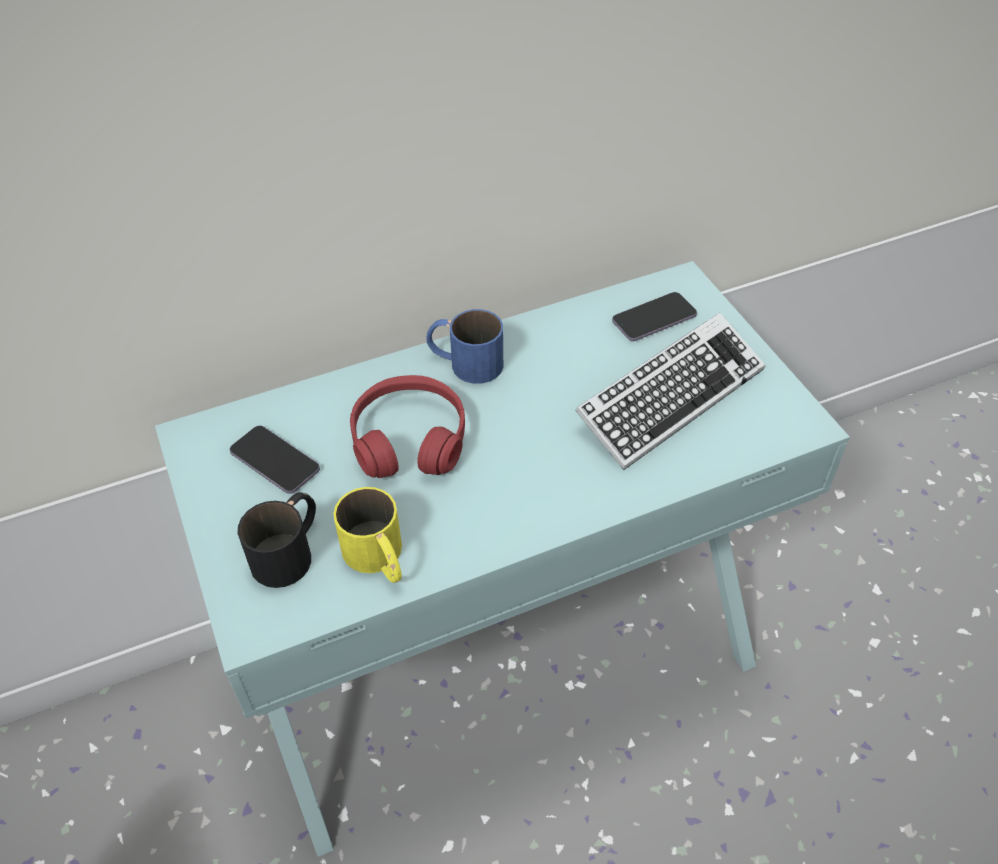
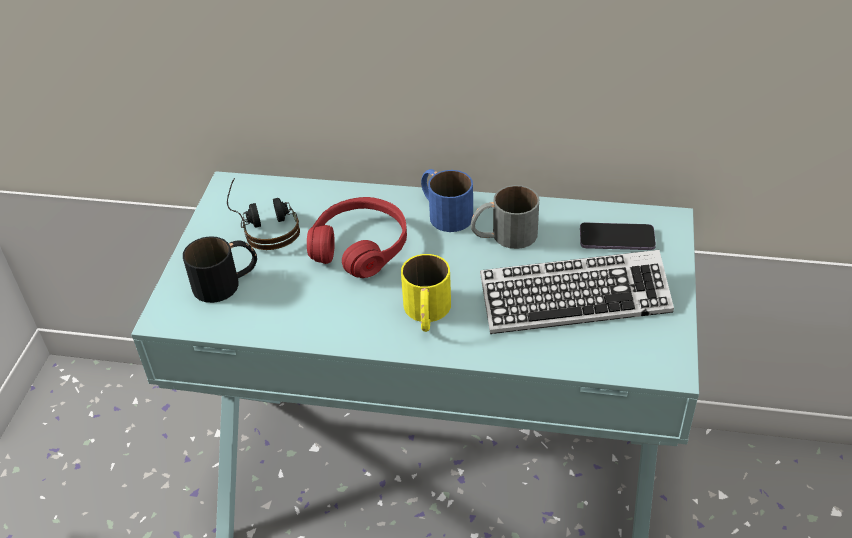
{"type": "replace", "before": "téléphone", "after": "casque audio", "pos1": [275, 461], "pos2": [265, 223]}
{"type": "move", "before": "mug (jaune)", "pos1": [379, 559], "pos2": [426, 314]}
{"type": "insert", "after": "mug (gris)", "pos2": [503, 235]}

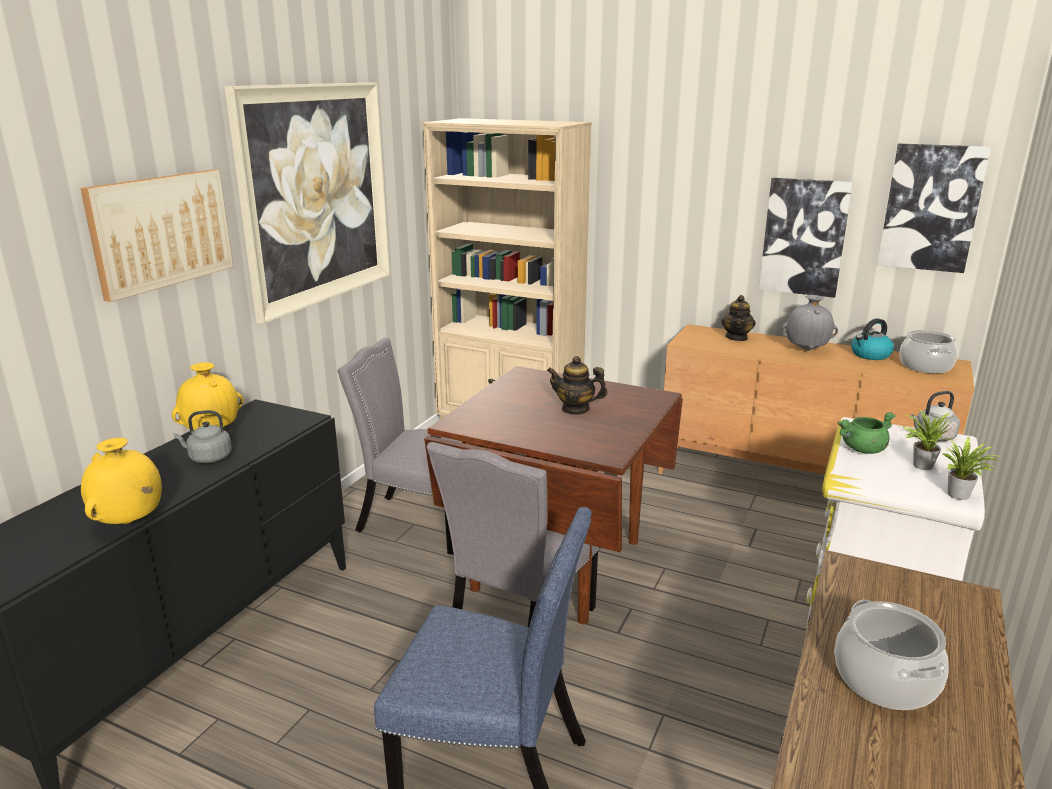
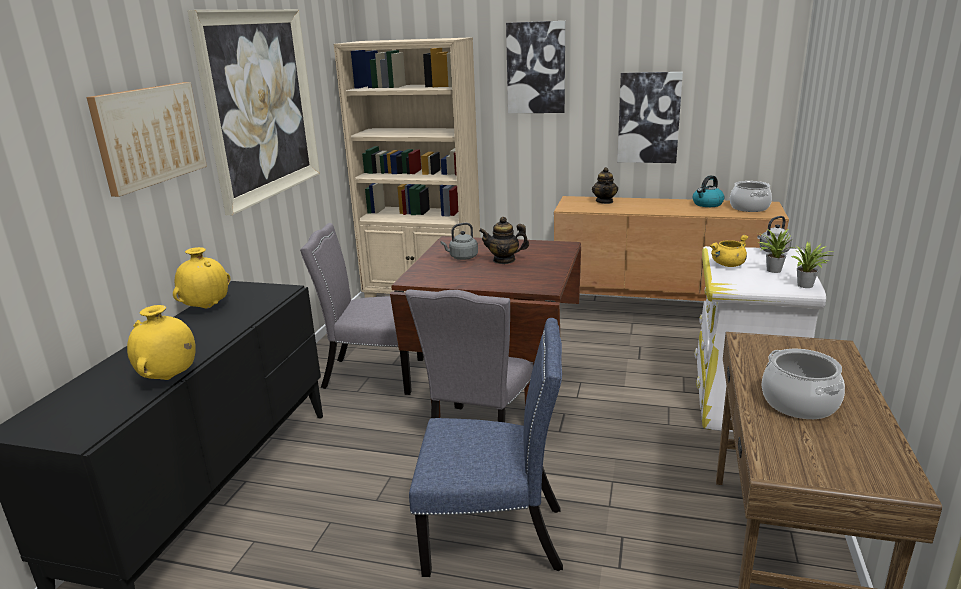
{"type": "move", "before": "bouilloire (gris)", "pos1": [208, 458], "pos2": [462, 257]}
{"type": "move", "before": "tableau", "pos1": [931, 208], "pos2": [536, 68]}
{"type": "recolor", "before": "marmite (vert)", "after": "marmite (jaune)", "pos1": [863, 450], "pos2": [728, 265]}
{"type": "delete", "before": "vase (gris)", "pos1": [807, 350]}

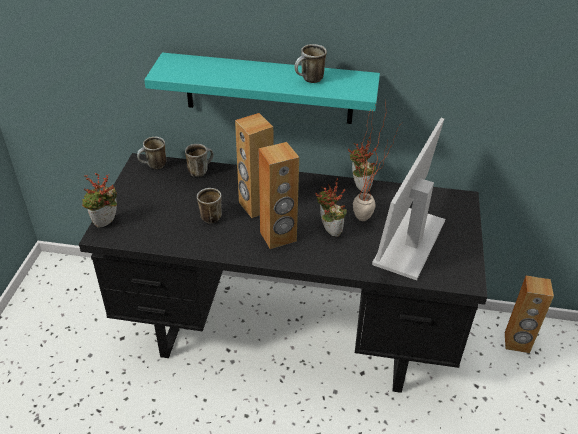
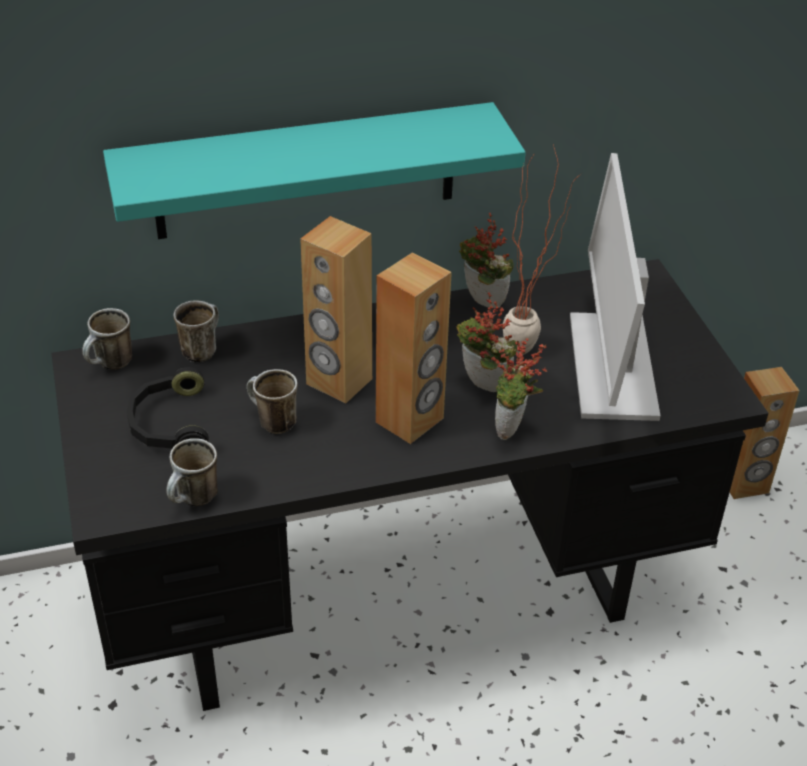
{"type": "insert", "after": "casque audio (noir)", "pos2": [168, 424]}
{"type": "move", "before": "mug", "pos1": [309, 80], "pos2": [194, 500]}
{"type": "move", "before": "plante en pot", "pos1": [106, 224], "pos2": [512, 431]}

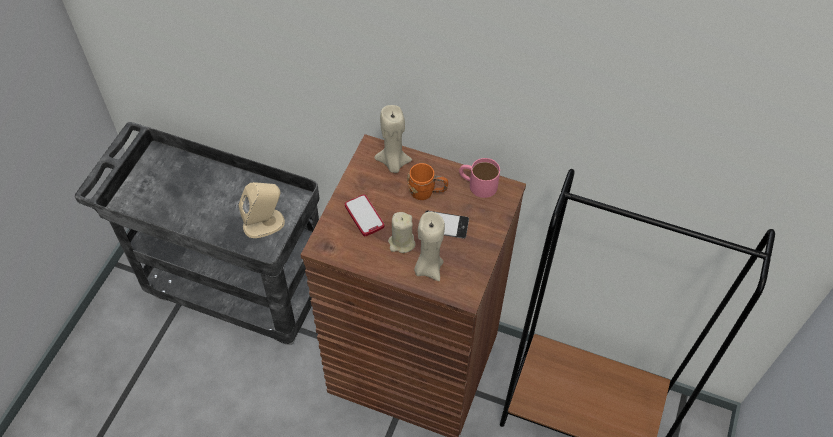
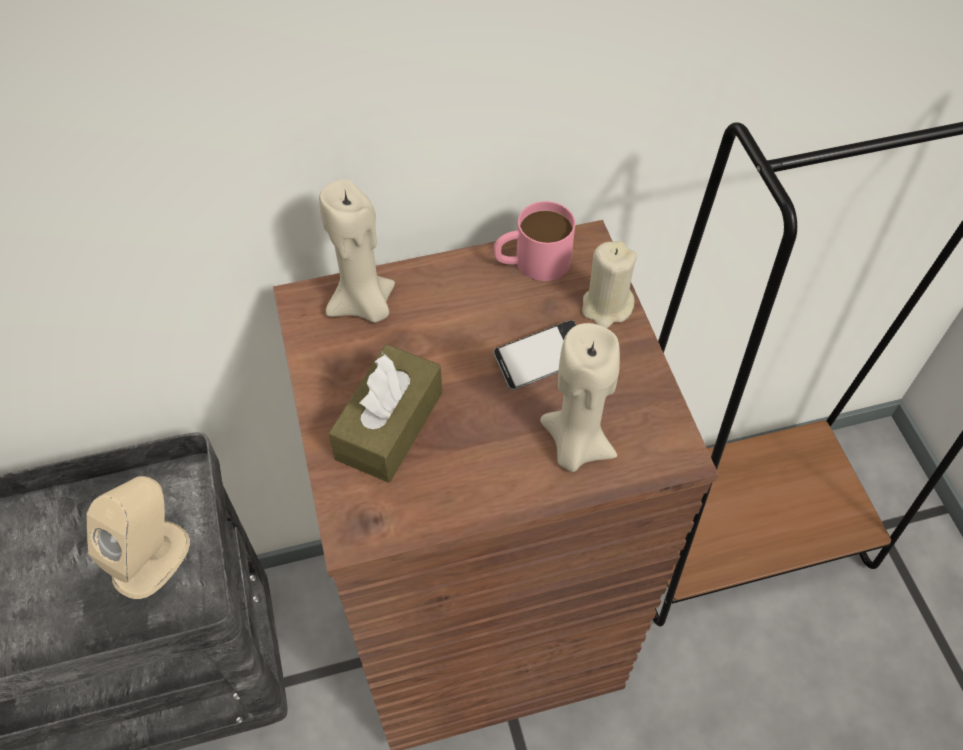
{"type": "replace", "before": "téléphone", "after": "boîte à mouchoirs (marron)", "pos1": [364, 216], "pos2": [389, 425]}
{"type": "move", "before": "bougie (beige)", "pos1": [401, 243], "pos2": [606, 307]}
{"type": "delete", "before": "mug (orange)", "pos1": [427, 192]}

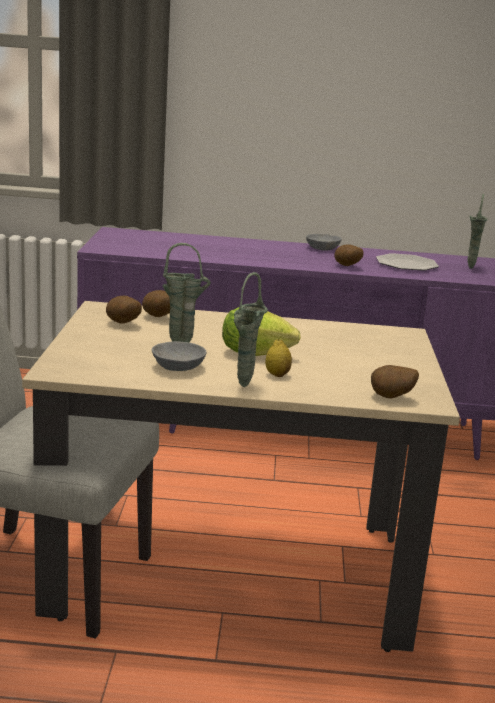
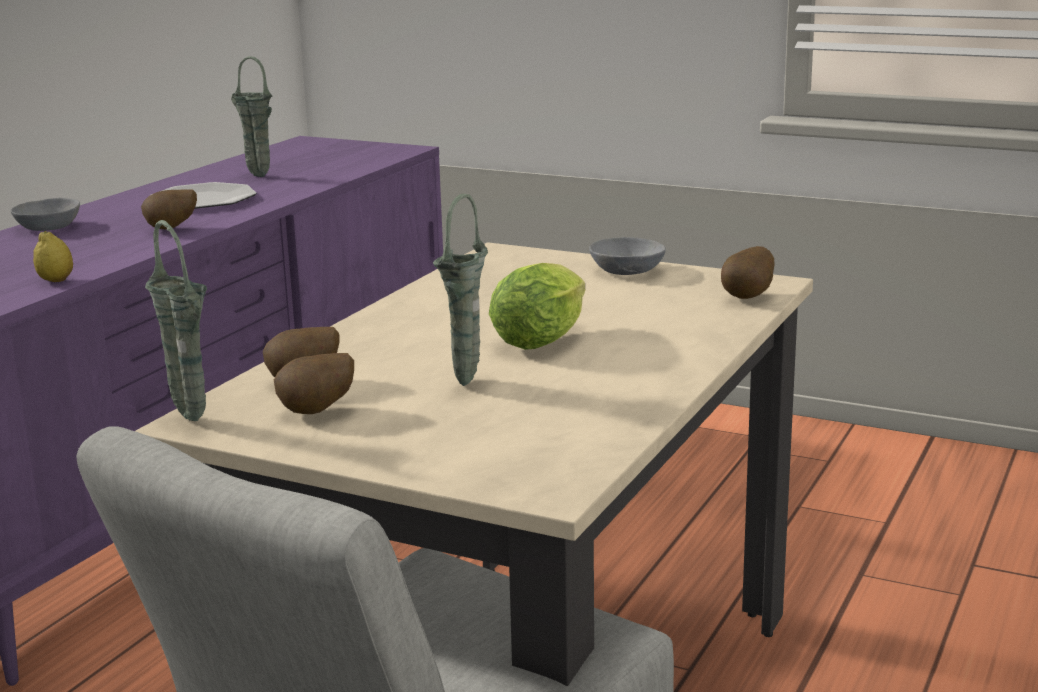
{"type": "move", "before": "citron", "pos1": [277, 375], "pos2": [56, 280]}
{"type": "move", "before": "vase (vert)", "pos1": [243, 386], "pos2": [194, 421]}
{"type": "move", "before": "bol (gris)", "pos1": [179, 367], "pos2": [629, 270]}

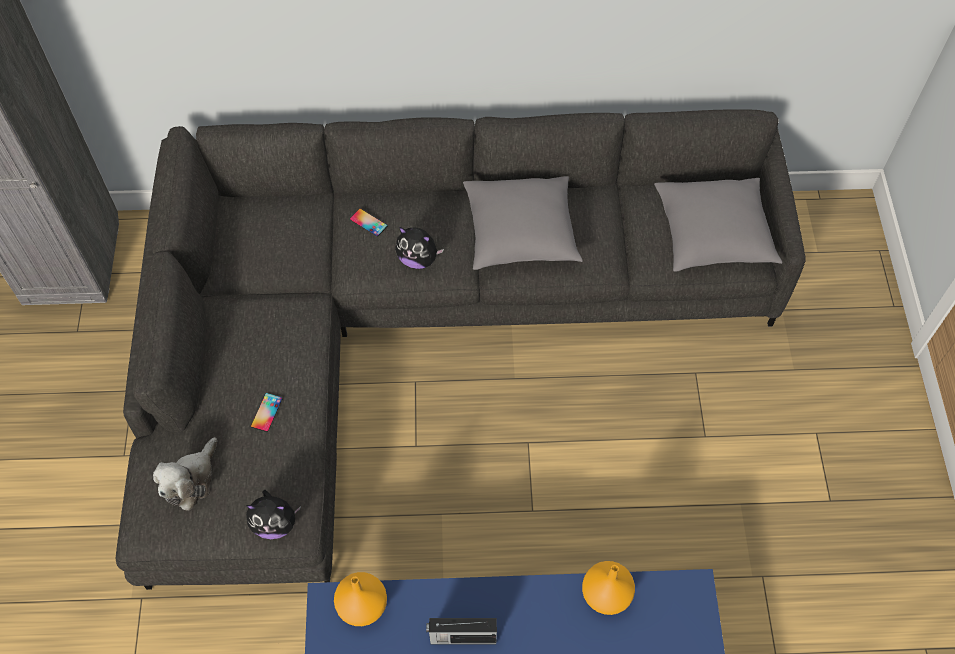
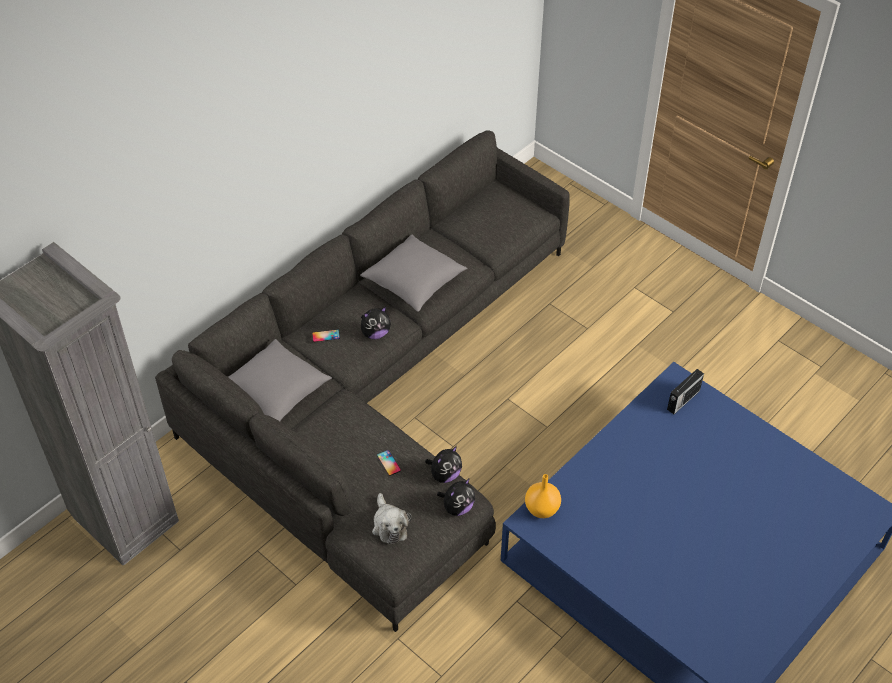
{"type": "move", "before": "coussin (gris)", "pos1": [712, 237], "pos2": [276, 393]}
{"type": "insert", "after": "peluche", "pos2": [445, 475]}
{"type": "move", "before": "radio", "pos1": [462, 637], "pos2": [682, 400]}
{"type": "delete", "before": "vase (orange)", "pos1": [606, 594]}

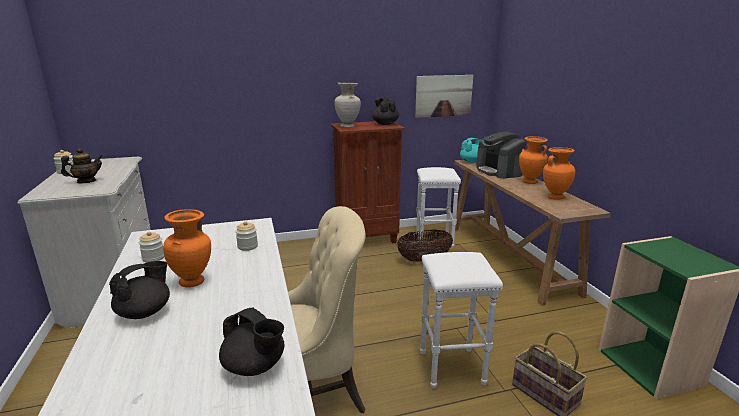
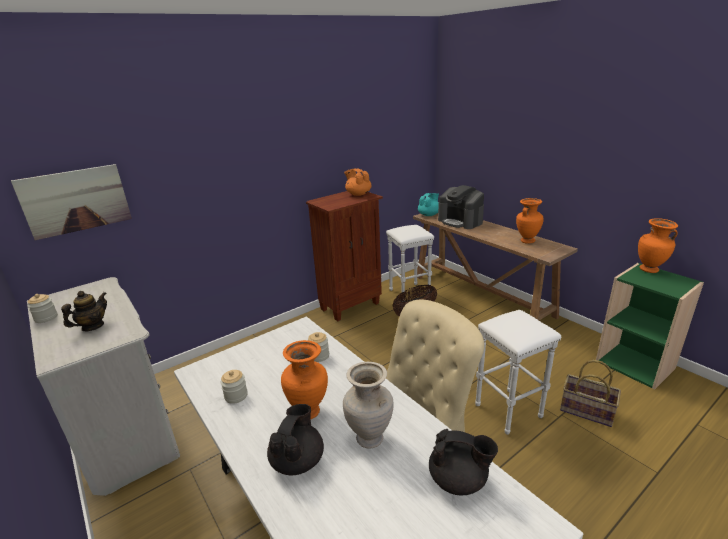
{"type": "move", "before": "tableau", "pos1": [443, 96], "pos2": [76, 200]}
{"type": "move", "before": "vase (beige)", "pos1": [348, 127], "pos2": [370, 438]}
{"type": "recolor", "before": "théière (noir)", "after": "théière (orange)", "pos1": [385, 124], "pos2": [358, 194]}
{"type": "move", "before": "vase (orange)", "pos1": [529, 182], "pos2": [649, 270]}

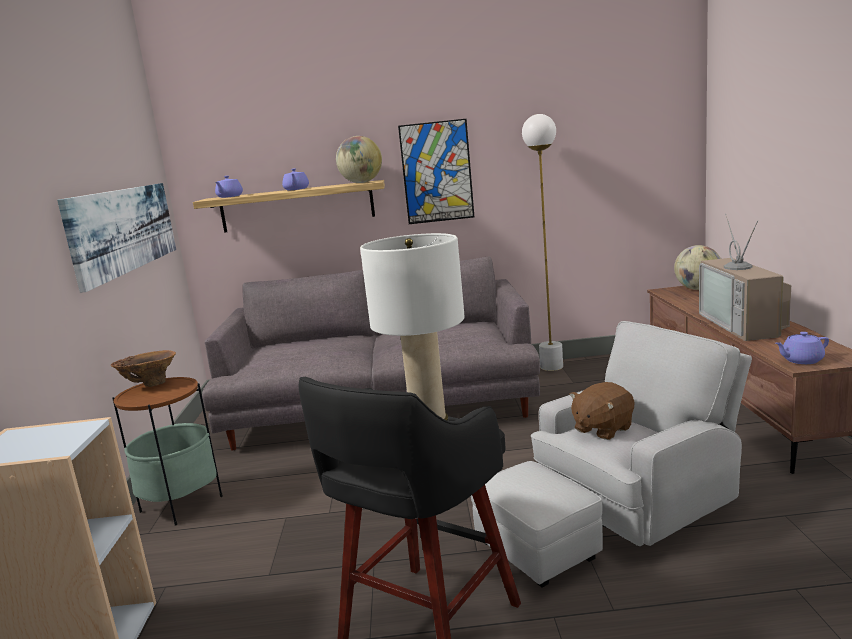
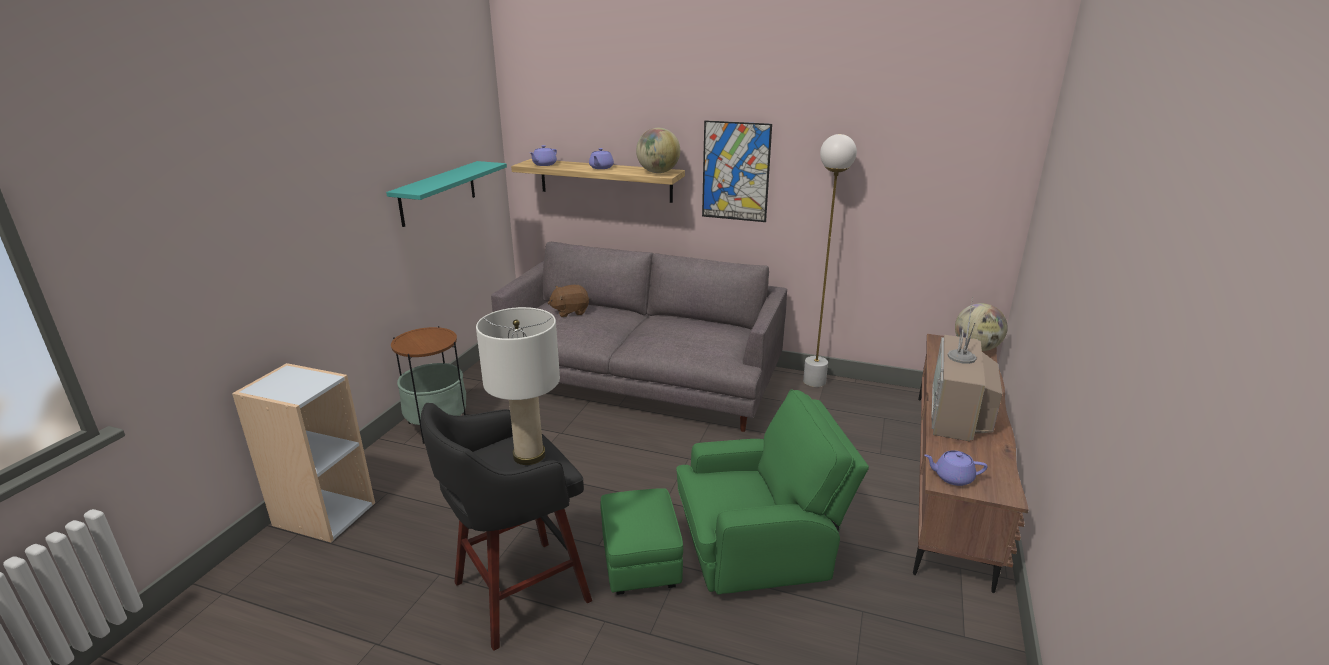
{"type": "replace", "before": "tableau", "after": "étagère (turquoise)", "pos1": [125, 229], "pos2": [438, 193]}
{"type": "move", "before": "peluche (marron)", "pos1": [602, 429], "pos2": [570, 311]}
{"type": "recolor", "before": "fauteuil (blanc)", "after": "fauteuil (vert)", "pos1": [616, 510], "pos2": [731, 551]}
{"type": "delete", "before": "vase (marron)", "pos1": [149, 384]}

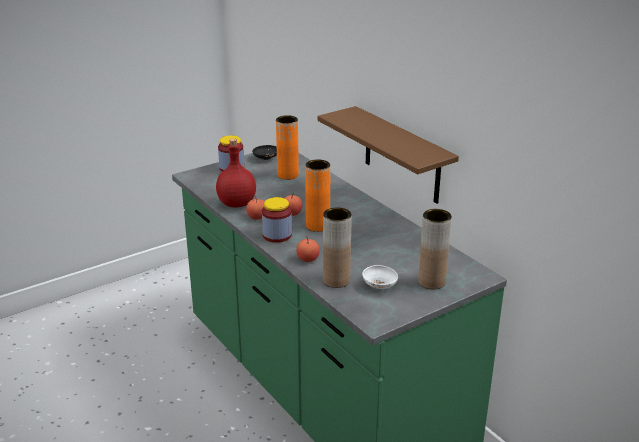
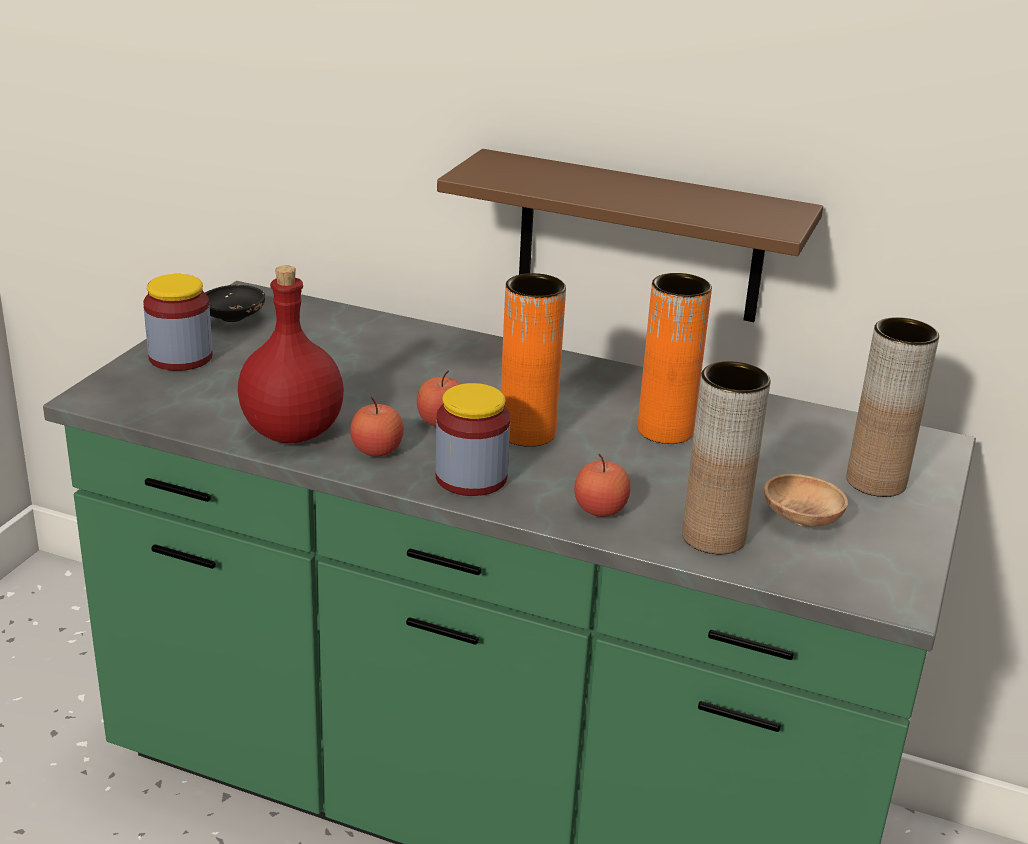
{"type": "move", "before": "vase (orange)", "pos1": [288, 175], "pos2": [665, 430]}
{"type": "recolor", "before": "bol (blanc)", "after": "bol (marron)", "pos1": [379, 285], "pos2": [801, 519]}

